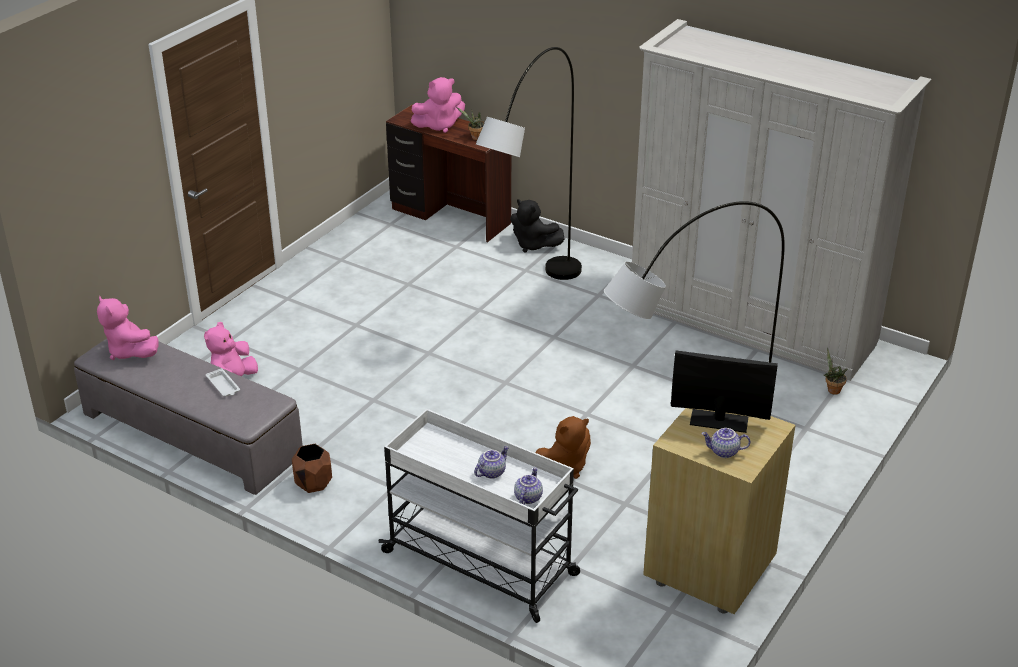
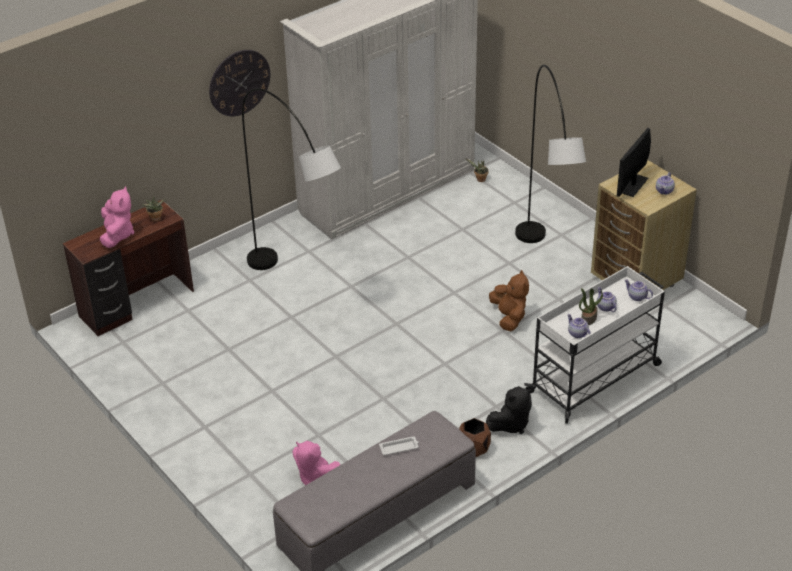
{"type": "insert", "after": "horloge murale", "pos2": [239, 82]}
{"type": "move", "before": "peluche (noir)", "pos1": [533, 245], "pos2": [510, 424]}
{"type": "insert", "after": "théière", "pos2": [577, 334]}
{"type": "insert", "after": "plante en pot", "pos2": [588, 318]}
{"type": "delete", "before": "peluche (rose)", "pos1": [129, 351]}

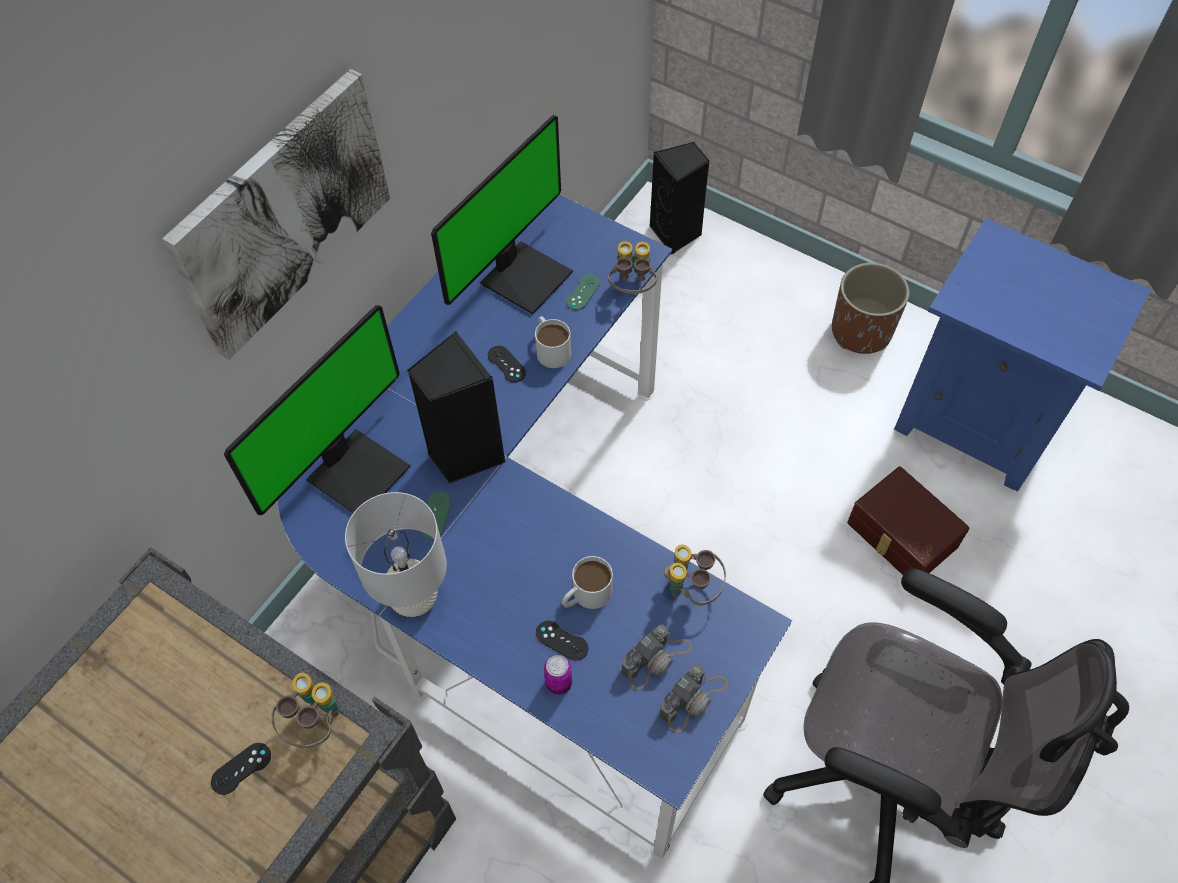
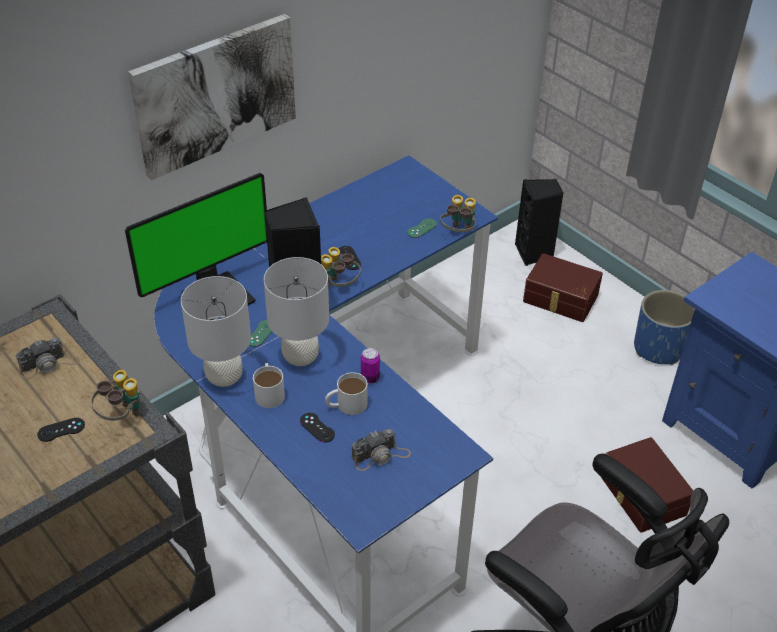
{"type": "move", "before": "appareil photo", "pos1": [693, 699], "pos2": [49, 364]}
{"type": "move", "before": "mug (blanc)", "pos1": [550, 348], "pos2": [269, 392]}
{"type": "insert", "after": "lampe de table (gris)", "pos2": [301, 356]}
{"type": "move", "before": "jumelles", "pos1": [692, 588], "pos2": [339, 286]}
{"type": "move", "before": "boîte métallique", "pos1": [559, 683], "pos2": [370, 378]}
{"type": "insert", "after": "boîte de rangement (marron)", "pos2": [560, 299]}
{"type": "recolor", "before": "cache-pot (marron)", "after": "cache-pot (bleu)", "pos1": [861, 331], "pos2": [658, 348]}
{"type": "delete", "before": "écran d'ordinateur", "pos1": [524, 276]}

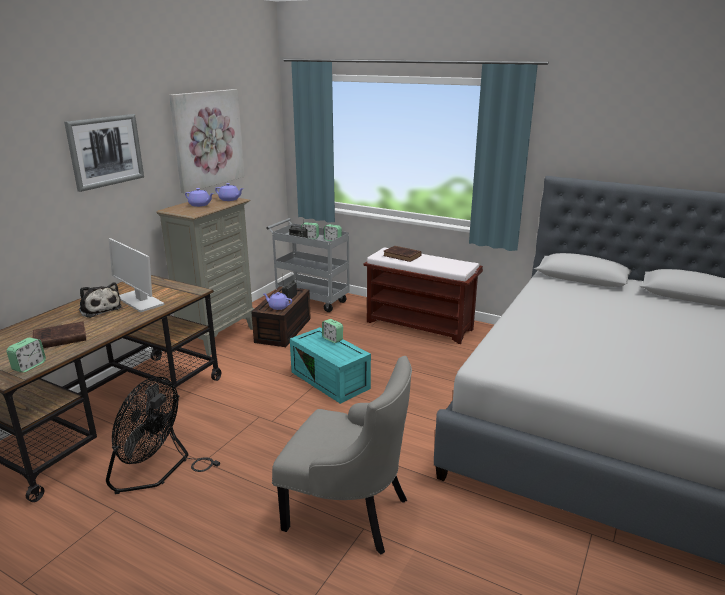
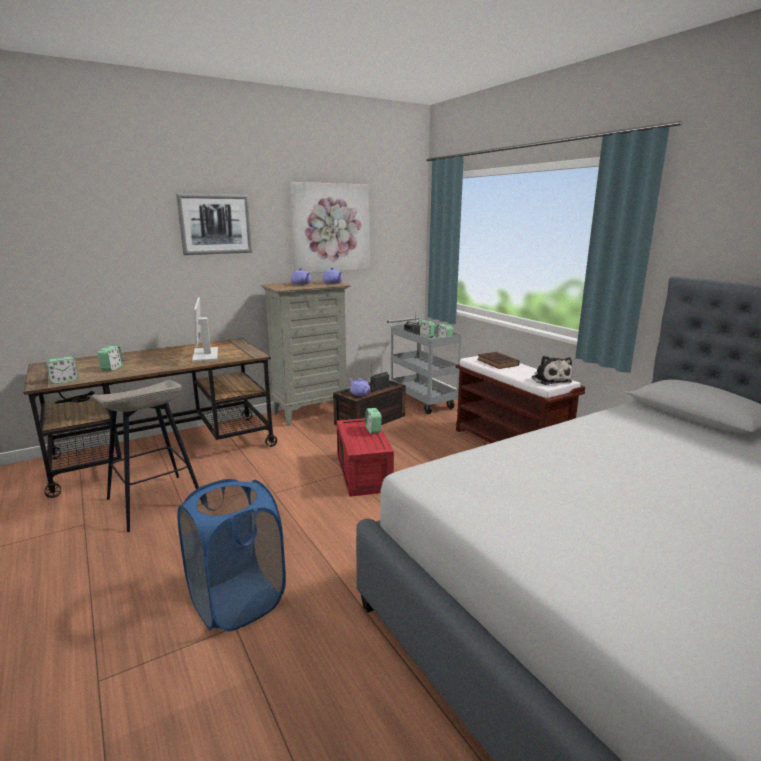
{"type": "replace", "before": "ventilateur (noir)", "after": "tabouret (gris)", "pos1": [165, 466], "pos2": [155, 502]}
{"type": "replace", "before": "livre (marron)", "after": "réveil", "pos1": [58, 339], "pos2": [112, 368]}
{"type": "replace", "before": "chaise (gris)", "after": "panier à linge (bleu)", "pos1": [345, 512], "pos2": [237, 602]}
{"type": "recolor", "before": "boîte de rangement (turquoise)", "after": "boîte de rangement (rouge)", "pos1": [331, 380], "pos2": [365, 473]}
{"type": "move", "before": "peluche", "pos1": [99, 309], "pos2": [550, 380]}

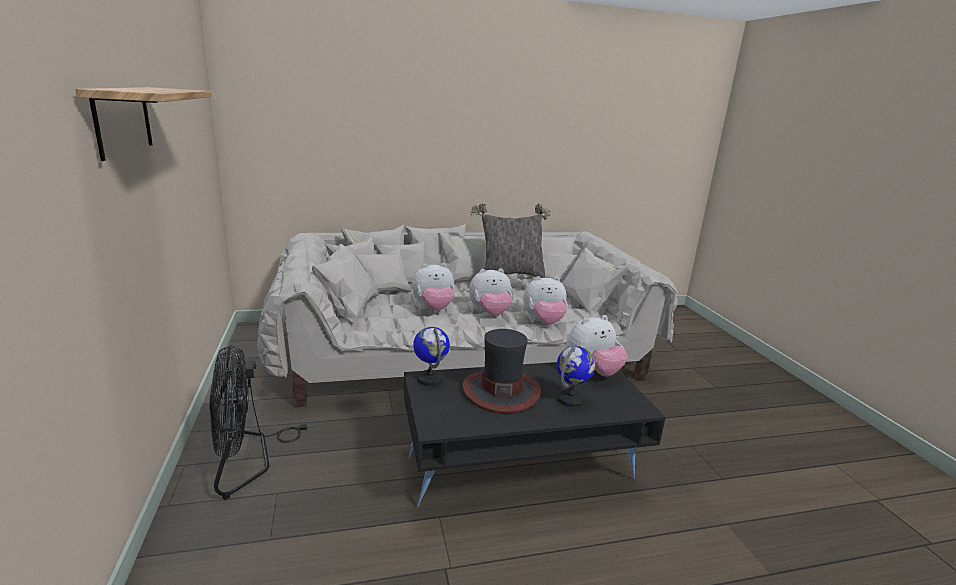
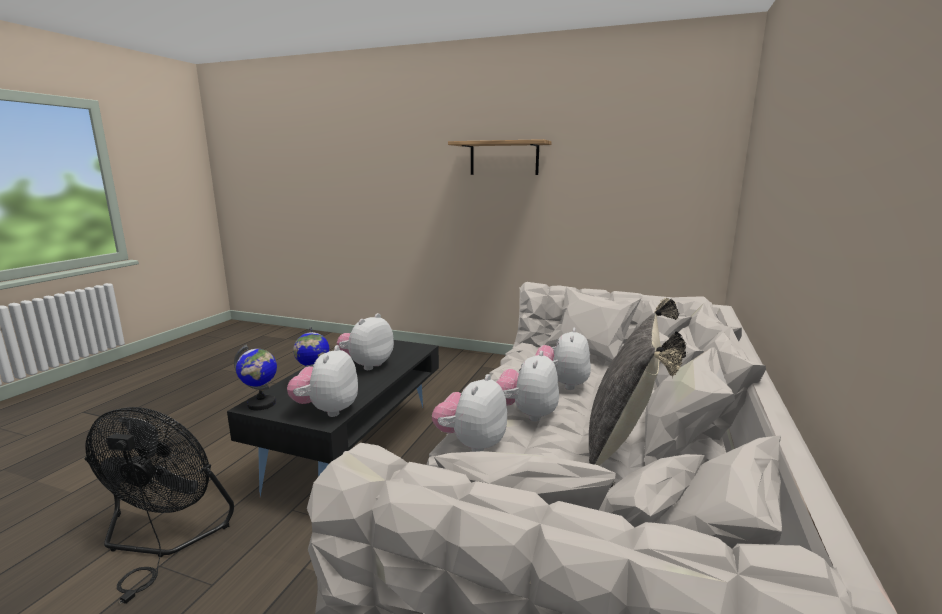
{"type": "move", "before": "ventilateur (noir)", "pos1": [248, 454], "pos2": [156, 539]}
{"type": "move", "before": "globe", "pos1": [430, 379], "pos2": [261, 404]}
{"type": "replace", "before": "chapeau", "after": "peluche", "pos1": [501, 391], "pos2": [367, 365]}

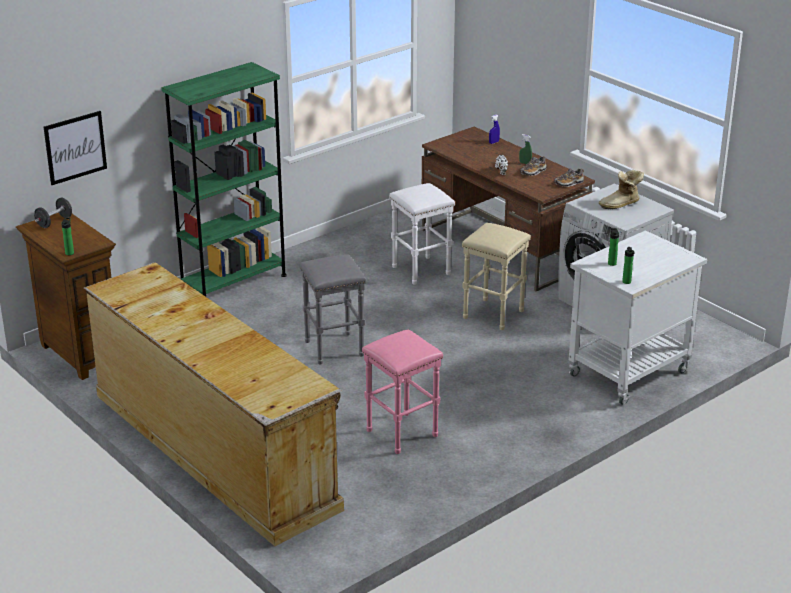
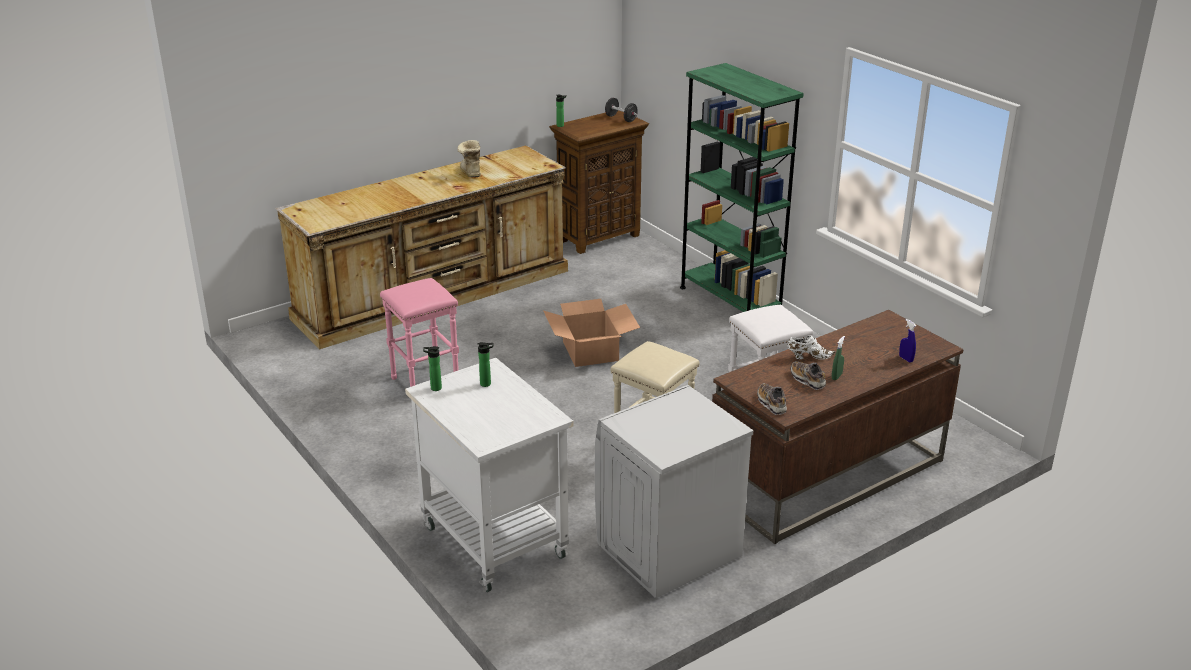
{"type": "move", "before": "botte", "pos1": [621, 204], "pos2": [470, 173]}
{"type": "replace", "before": "tabouret (gris)", "after": "carton", "pos1": [332, 348], "pos2": [591, 351]}
{"type": "delete", "before": "tableau", "pos1": [75, 147]}

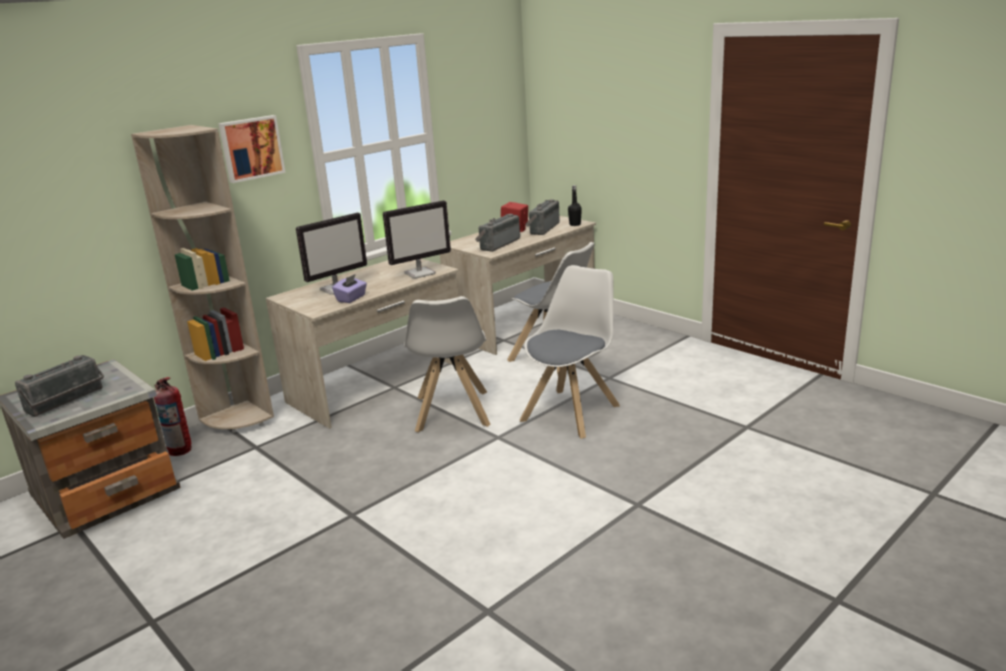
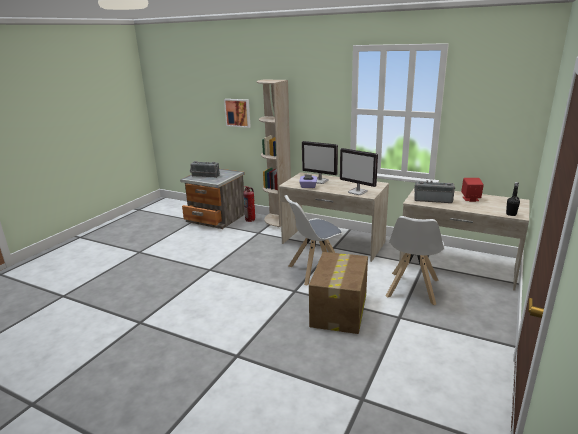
{"type": "move", "before": "tableau", "pos1": [251, 148], "pos2": [238, 112]}
{"type": "replace", "before": "chaise", "after": "carton", "pos1": [572, 412], "pos2": [339, 311]}
{"type": "delete", "before": "radio", "pos1": [542, 228]}

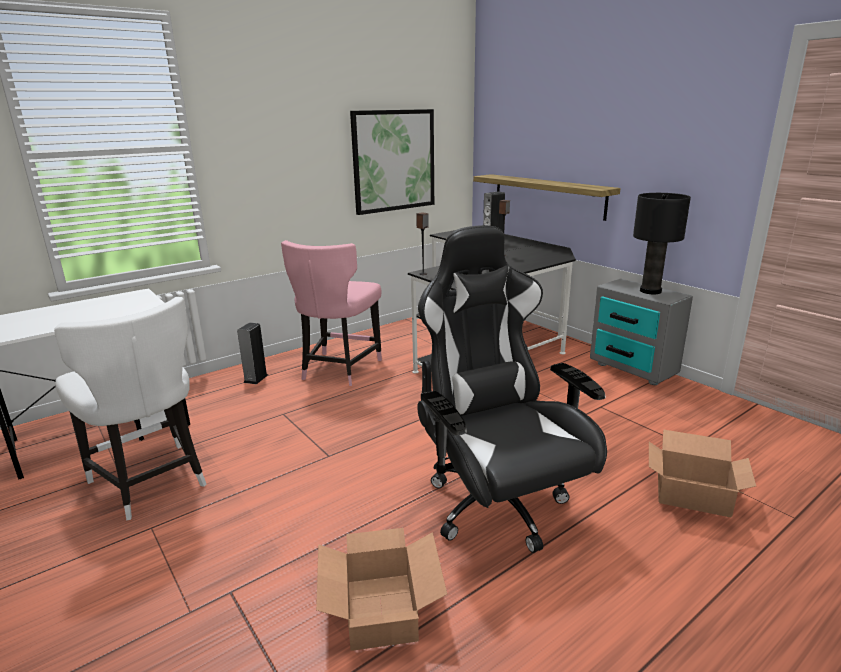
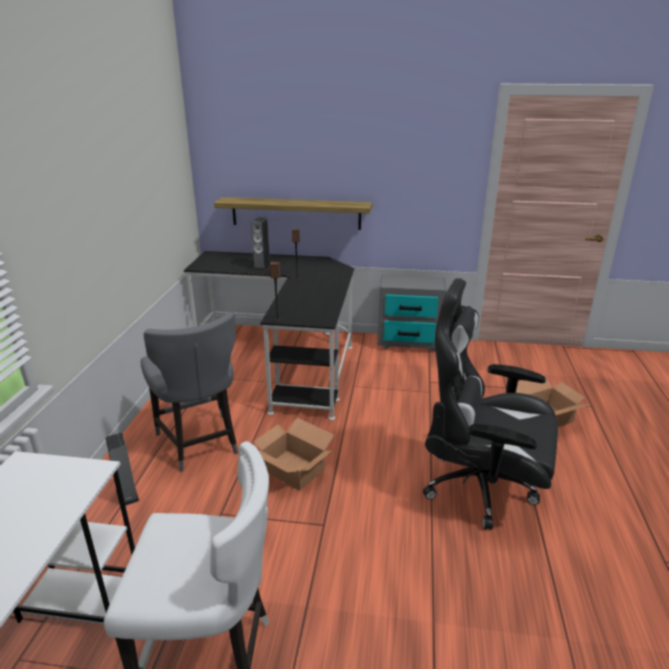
{"type": "recolor", "before": "chaise (rose)", "after": "chaise (gris)", "pos1": [338, 370], "pos2": [200, 443]}
{"type": "move", "before": "carton", "pos1": [380, 611], "pos2": [293, 470]}
{"type": "delete", "before": "tableau", "pos1": [394, 161]}
{"type": "delete", "before": "lampe de table (noir)", "pos1": [650, 291]}

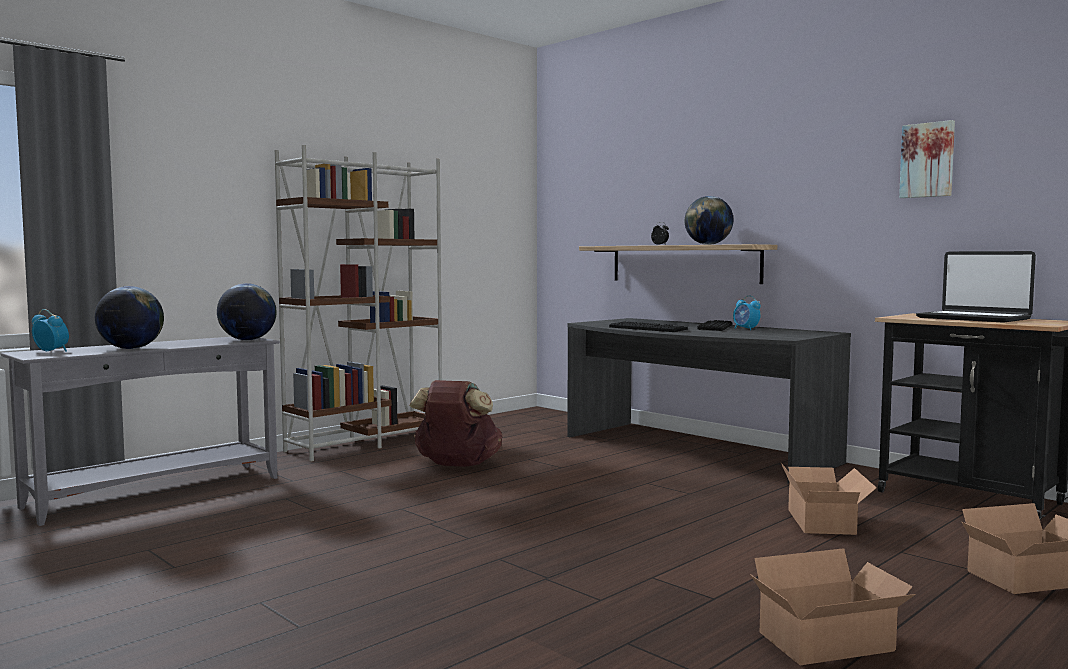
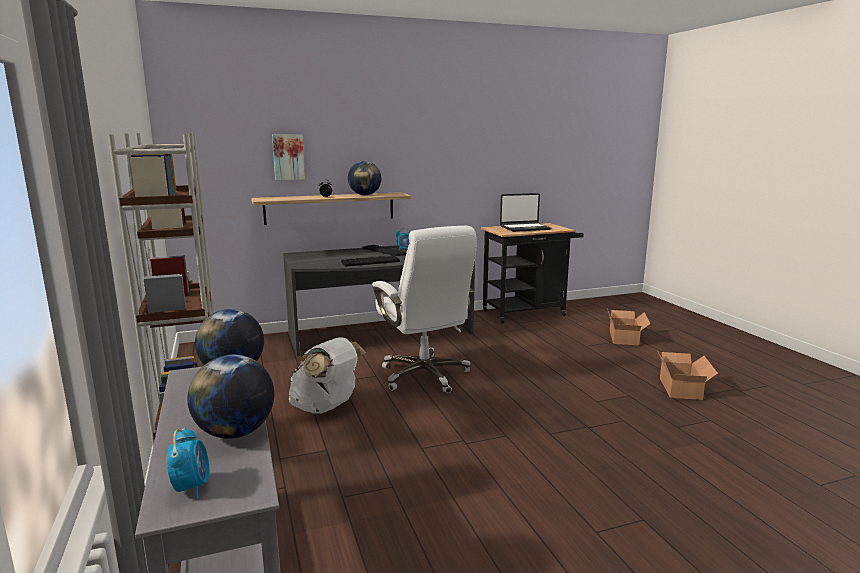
{"type": "rotate", "before": "réveil", "pos1": [51, 351], "pos2": [192, 487], "turn": 120}
{"type": "move", "before": "tableau", "pos1": [927, 160], "pos2": [288, 157]}
{"type": "recolor", "before": "sac à dos (marron)", "after": "sac à dos (blanc)", "pos1": [457, 465], "pos2": [326, 407]}
{"type": "insert", "after": "chaise de bureau (blanc)", "pos2": [423, 374]}
{"type": "delete", "before": "carton", "pos1": [824, 521]}

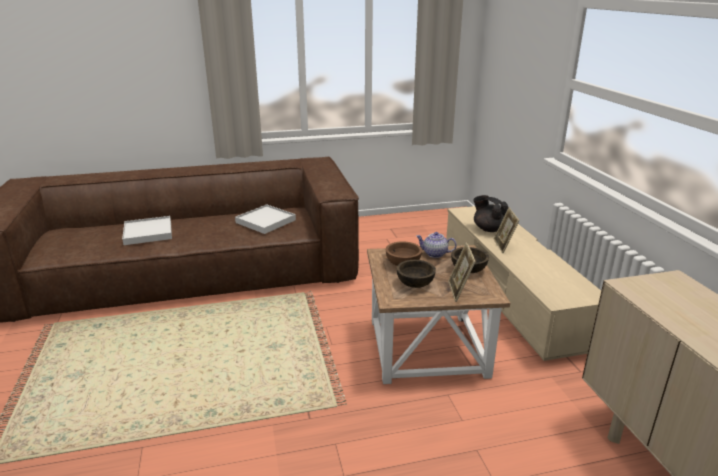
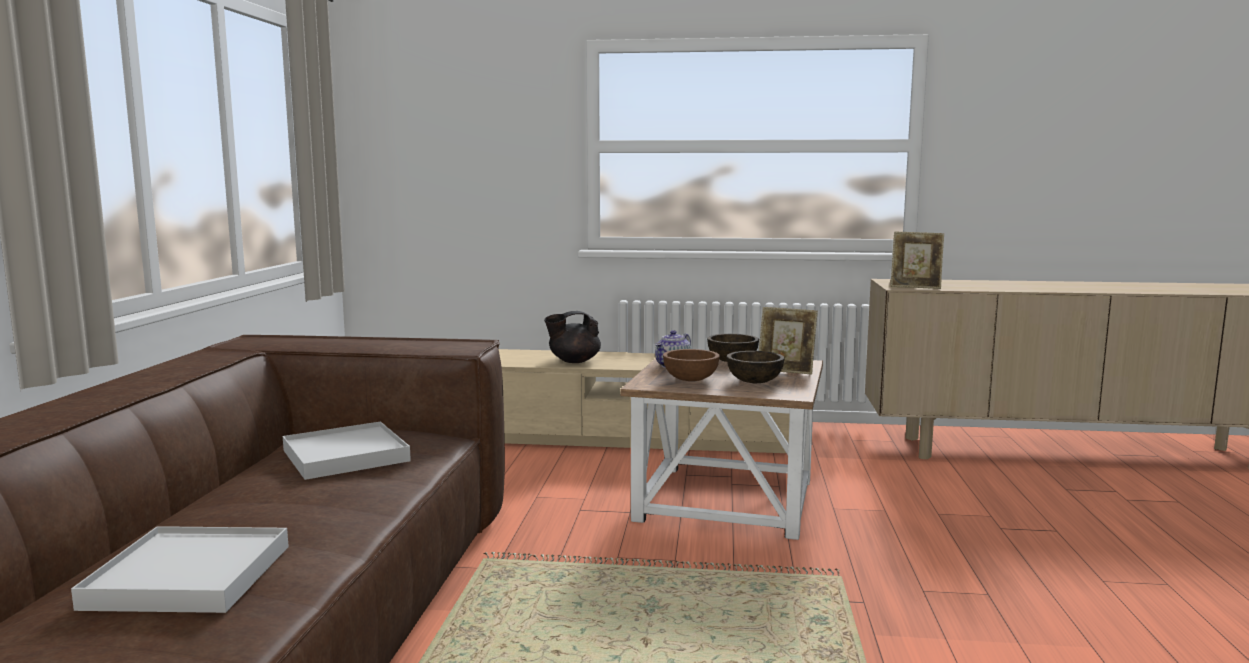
{"type": "move", "before": "cadre photo", "pos1": [503, 246], "pos2": [915, 287]}

